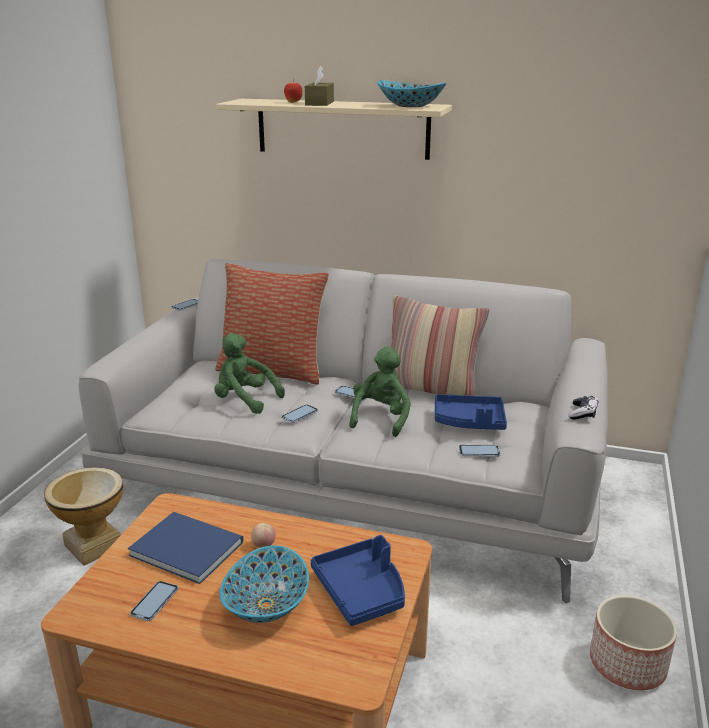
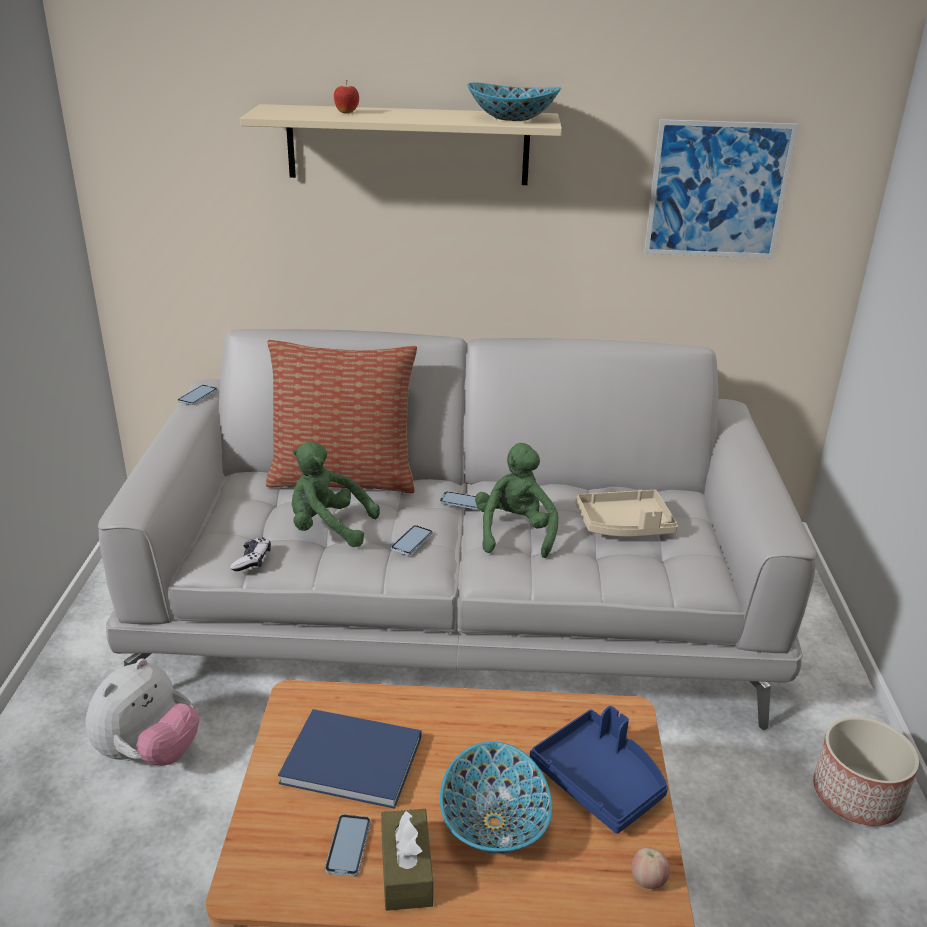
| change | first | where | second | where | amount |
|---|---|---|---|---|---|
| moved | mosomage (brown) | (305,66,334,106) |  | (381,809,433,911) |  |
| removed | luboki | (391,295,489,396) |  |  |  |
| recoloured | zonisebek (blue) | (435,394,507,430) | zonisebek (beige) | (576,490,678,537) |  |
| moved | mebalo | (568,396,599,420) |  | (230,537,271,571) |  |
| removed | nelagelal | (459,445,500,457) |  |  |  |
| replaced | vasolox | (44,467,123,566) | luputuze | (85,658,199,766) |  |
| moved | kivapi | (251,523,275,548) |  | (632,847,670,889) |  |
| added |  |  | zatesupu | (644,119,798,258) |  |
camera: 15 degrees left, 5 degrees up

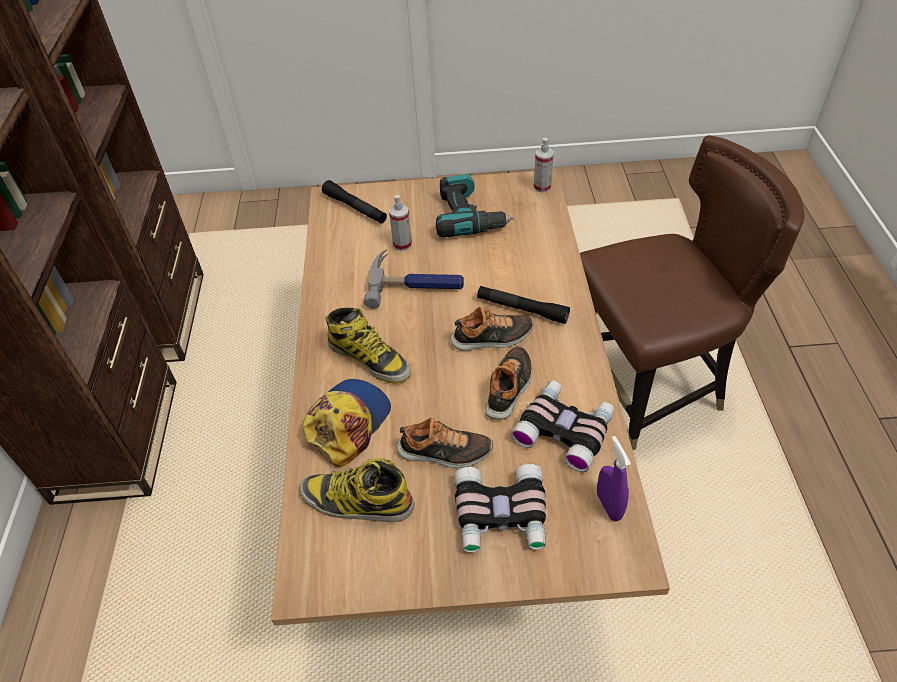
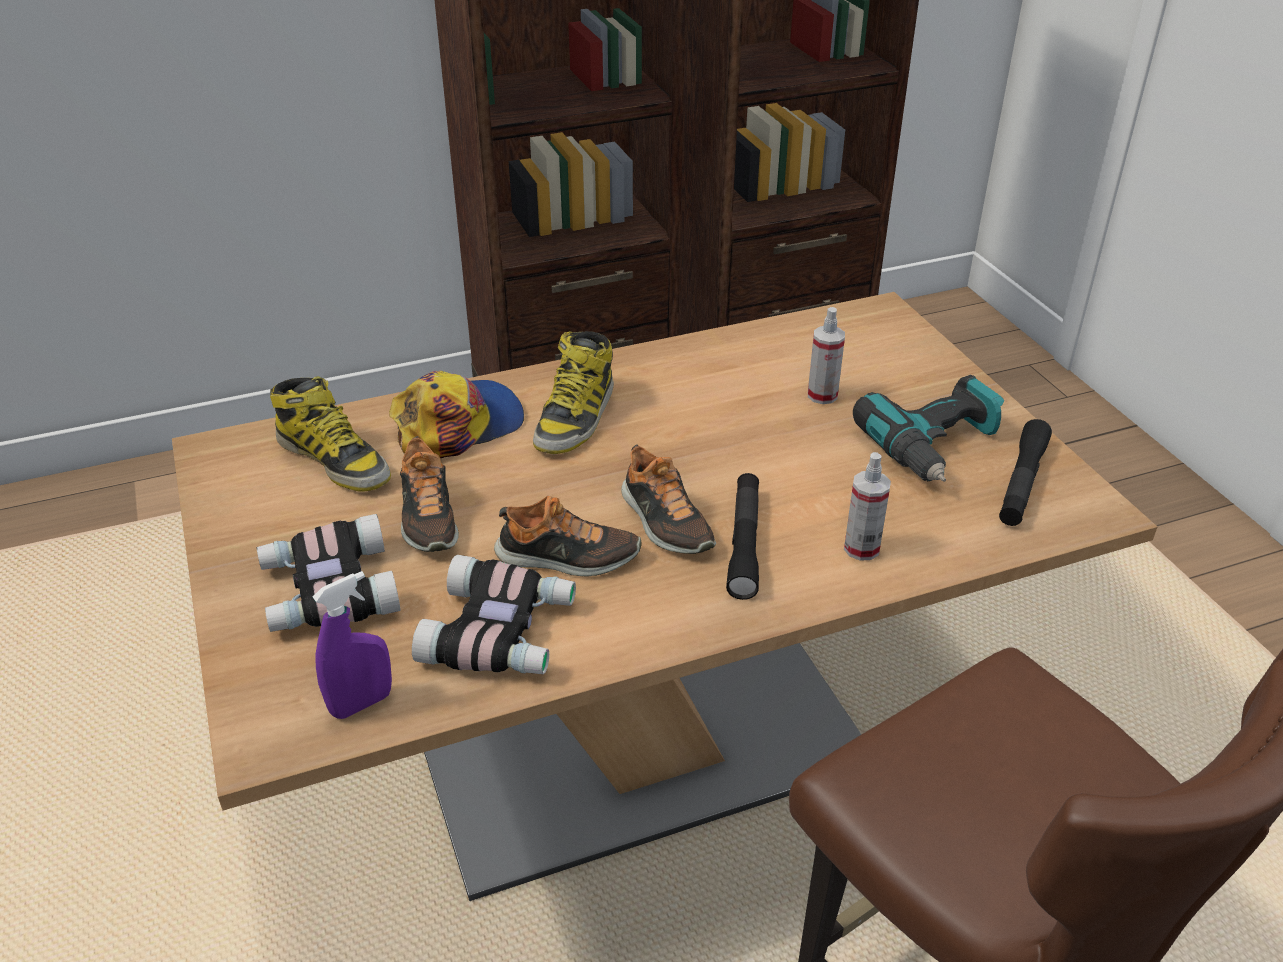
| change | first | where | second | where | amount |
|---|---|---|---|---|---|
| moved | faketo | (534,138,554,193) |  | (844,452,891,561) |  |
| moved | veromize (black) | (322,180,387,224) |  | (999,419,1052,526) |  |
| removed | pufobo | (364,249,464,309) |  |  |  |
| turned | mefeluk | (302,379,391,467) |  | (389,371,524,458) | 45 degrees counterclockwise |
| turned | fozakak | (299,458,414,522) |  | (270,376,391,491) | 135 degrees clockwise |
camera: 70 degrees right, 10 degrees down

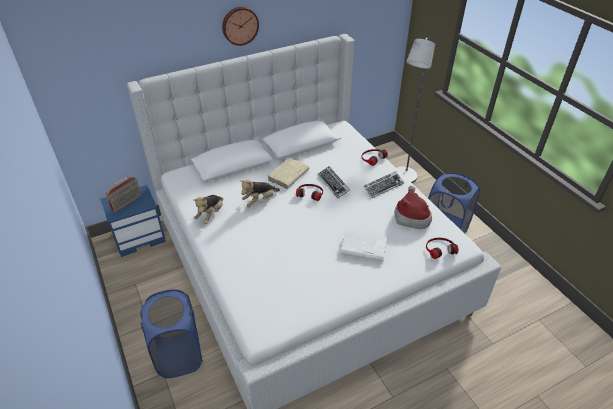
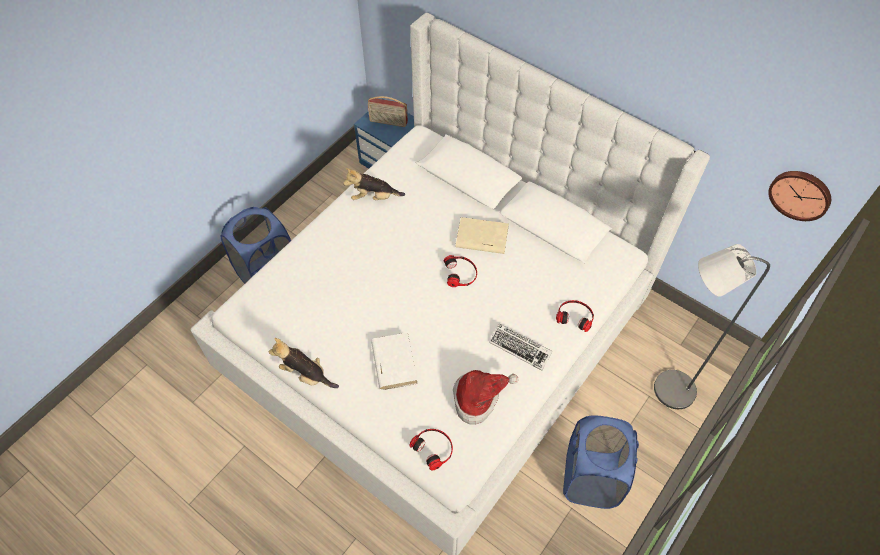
| change | first | where | second | where | amount |
|---|---|---|---|---|---|
| moved | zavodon | (222,7,259,46) |  | (768,171,831,221) |  |
| removed | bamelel | (317,166,350,199) |  |  |  |
| moved | luputuze | (240,180,280,207) |  | (269,338,339,388) |  |
camera: 65 degrees right, 15 degrees up

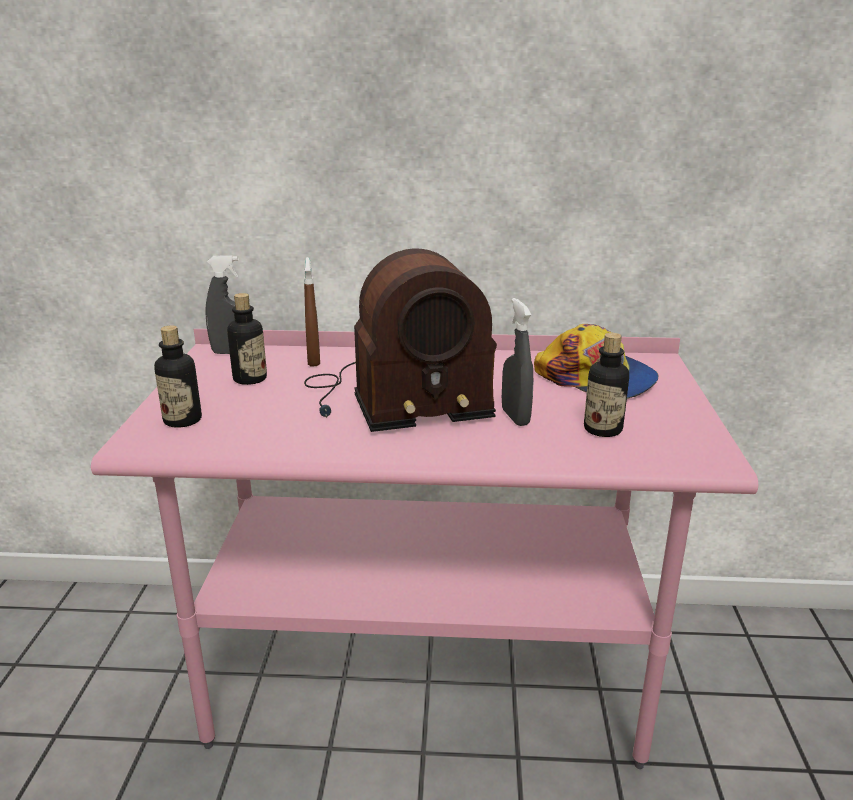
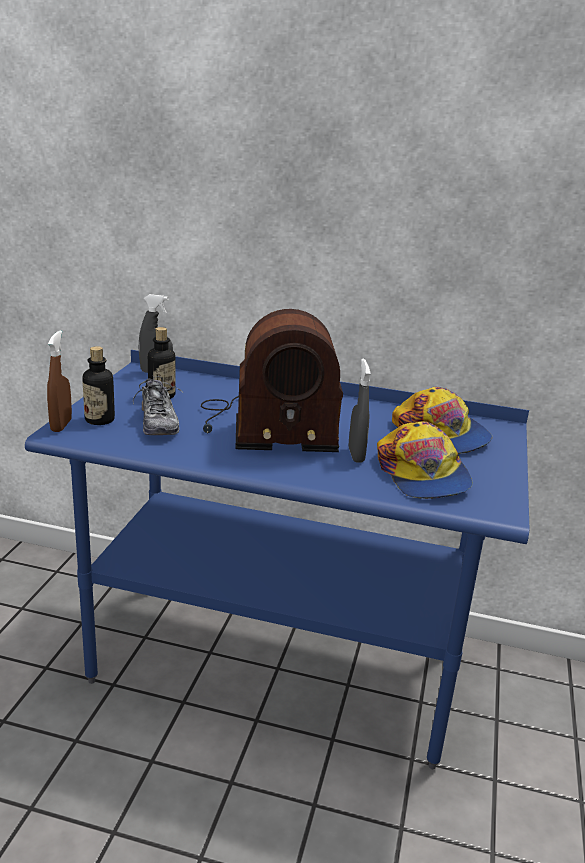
| change | first | where | second | where | amount |
|---|---|---|---|---|---|
| moved | faketo (brown) | (304,257,320,367) |  | (47,330,72,432) |  |
| recoloured | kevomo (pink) | (91,329,758,769) | kevomo (blue) | (25,350,529,769) |  |
| replaced | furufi | (584,333,629,437) | mefeluk | (377,421,473,499) |  |
| added |  |  | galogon | (133,376,183,435) |  |
camera: 10 degrees right, 0 degrees up

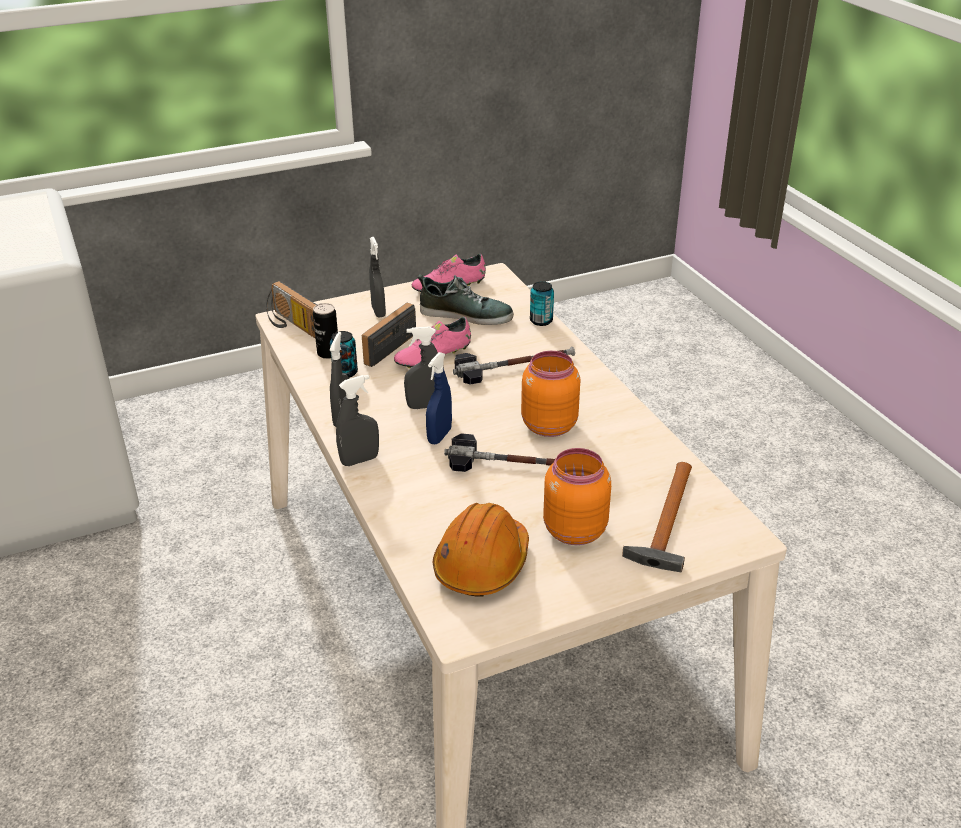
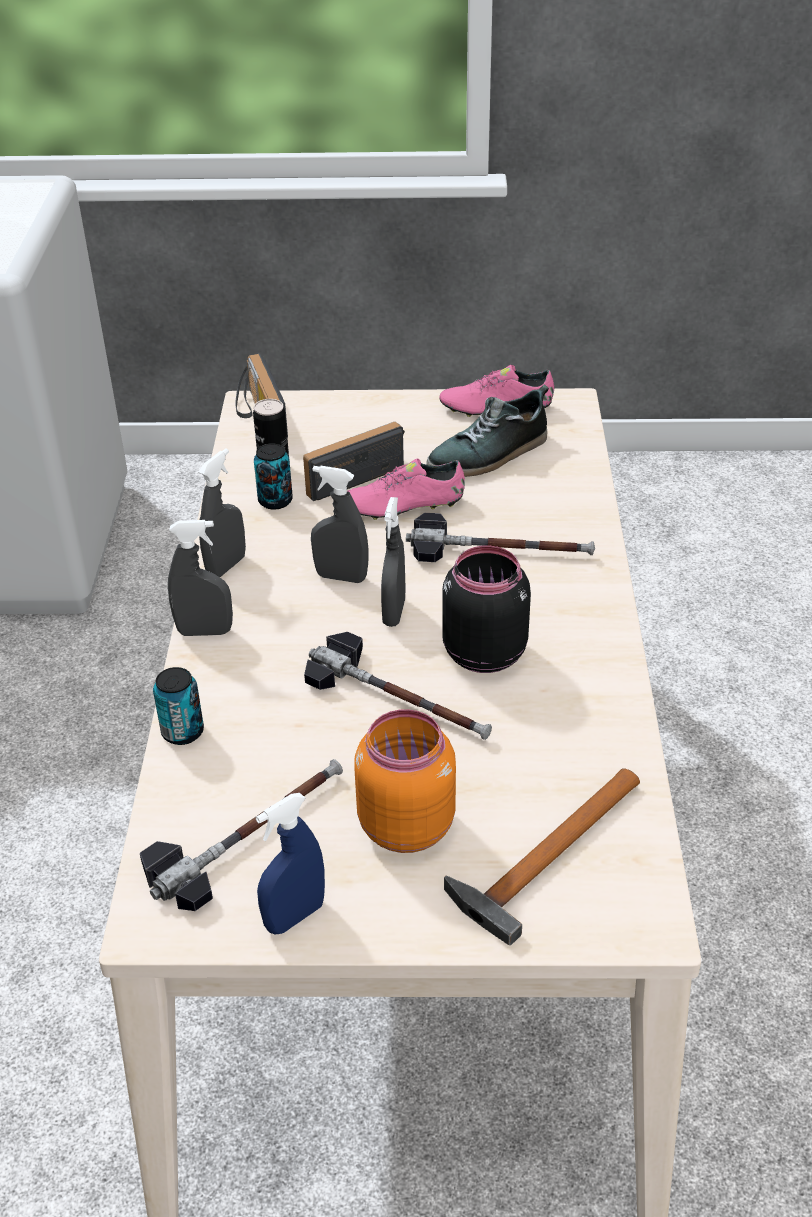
| change | first | where | second | where | amount |
|---|---|---|---|---|---|
| moved | faketo (grey) | (369,237,386,317) |  | (381,497,405,627) |  |
| turned | galogon | (417,274,514,325) |  | (426,385,549,477) | 105 degrees clockwise |
| moved | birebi | (530,281,554,326) |  | (153,667,204,745) |  |
| recoloured | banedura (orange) | (521,351,580,437) | banedura (black) | (443,546,531,673) |  |
| moved | faketo (blue) | (426,352,452,444) |  | (256,793,325,935) |  |
| replaced | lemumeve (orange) | (433,503,529,597) | pufobo | (140,759,343,911) |  |
camera: 25 degrees right, 5 degrees up

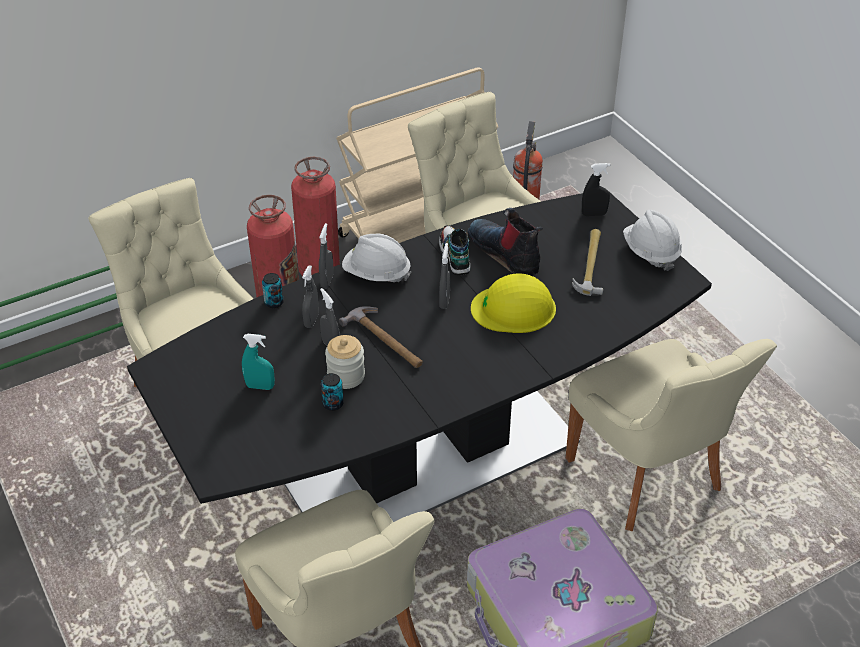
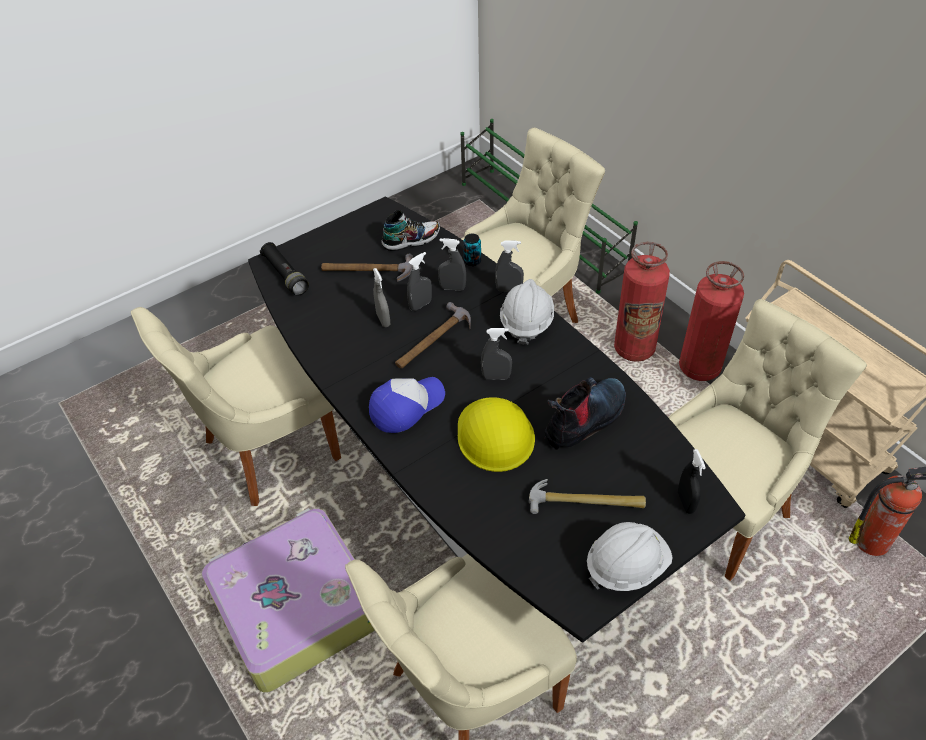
| change | first | where | second | where | amount |
|---|---|---|---|---|---|
| moved | galogon | (439,225,470,275) |  | (381,210,440,251) |  |
| replaced | faketo (turquoise) | (242,334,275,390) | pufobo | (321,254,413,282) |  |
| replaced | banedura | (325,335,365,389) | faketo (grey) | (373,268,390,327) |  |
| removed | birebi | (321,373,344,411) |  |  |  |
| added |  |  | veromize (black) | (260,242,309,296) |  |
| added |  |  | mefeluk | (369,377,445,433) |  |
camera: 85 degrees right, 5 degrees up

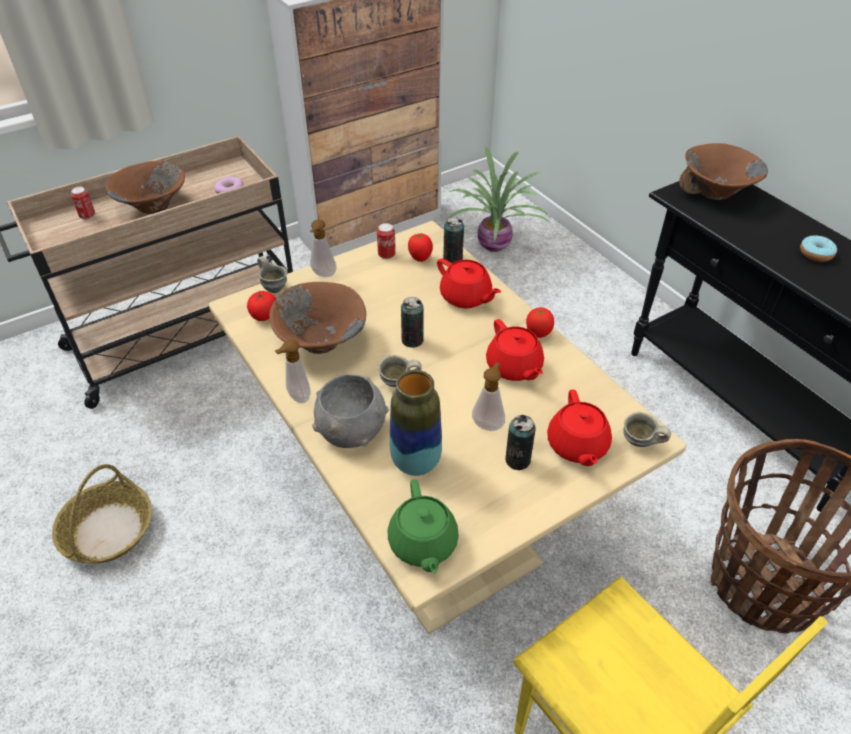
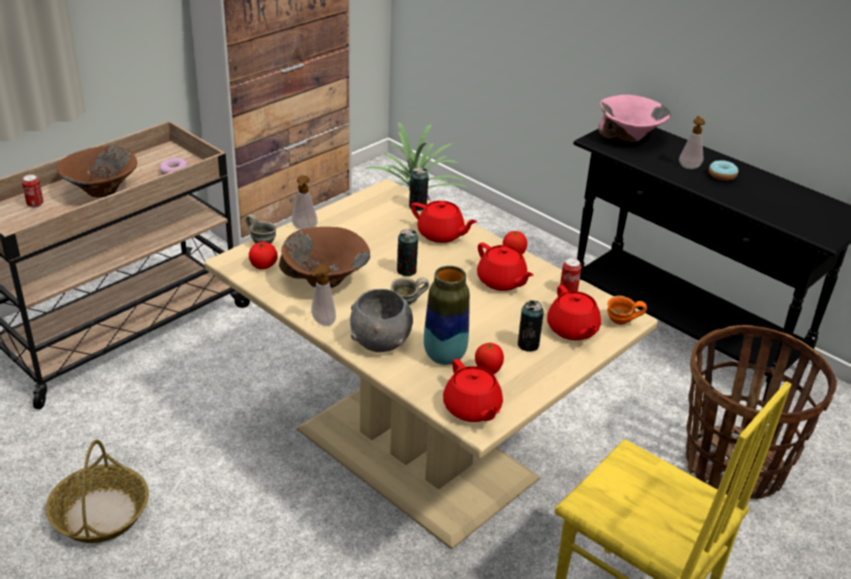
| change | first | where | second | where | amount |
|---|---|---|---|---|---|
| recoloured | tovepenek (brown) | (679,143,768,200) | tovepenek (pink) | (598,95,671,142) |  |
| moved | birebi | (377,223,396,259) |  | (560,258,582,291) |  |
| moved | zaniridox | (408,233,433,262) |  | (475,343,504,374) |  |
| moved | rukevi | (472,362,505,431) |  | (679,116,705,169) |  |
| recoloured | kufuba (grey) | (623,412,671,447) | kufuba (orange) | (607,296,647,325) |  |
| recoloured | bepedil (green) | (388,480,459,573) | bepedil (red) | (443,359,503,422) |  |
camera: 15 degrees left, 10 degrees down

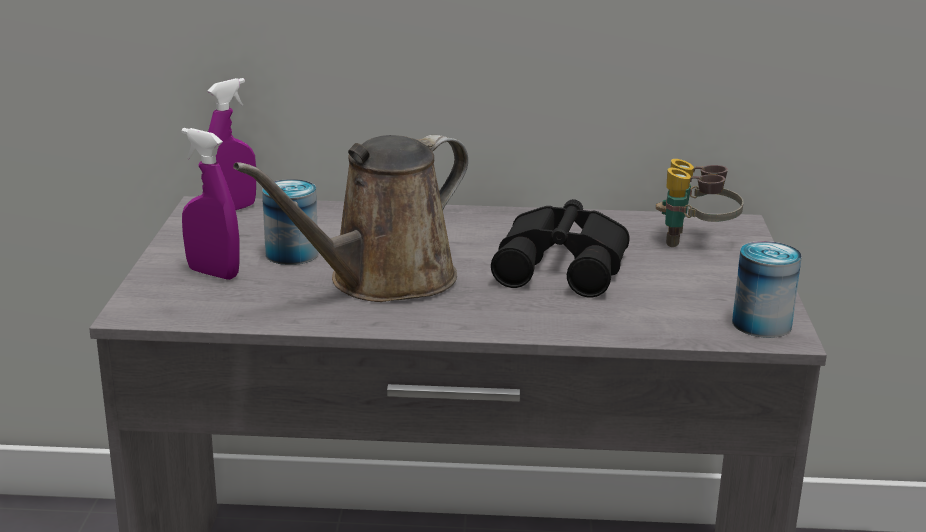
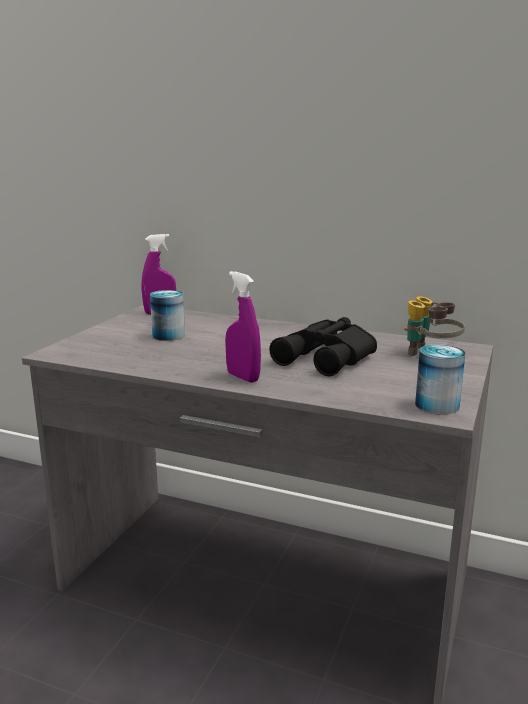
| change | first | where | second | where | amount |
|---|---|---|---|---|---|
| moved | faketo (purple) | (181,128,240,280) |  | (225,271,261,383) |  |
| removed | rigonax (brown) | (233,135,468,302) |  |  |  |
camera: 20 degrees right, 5 degrees down

